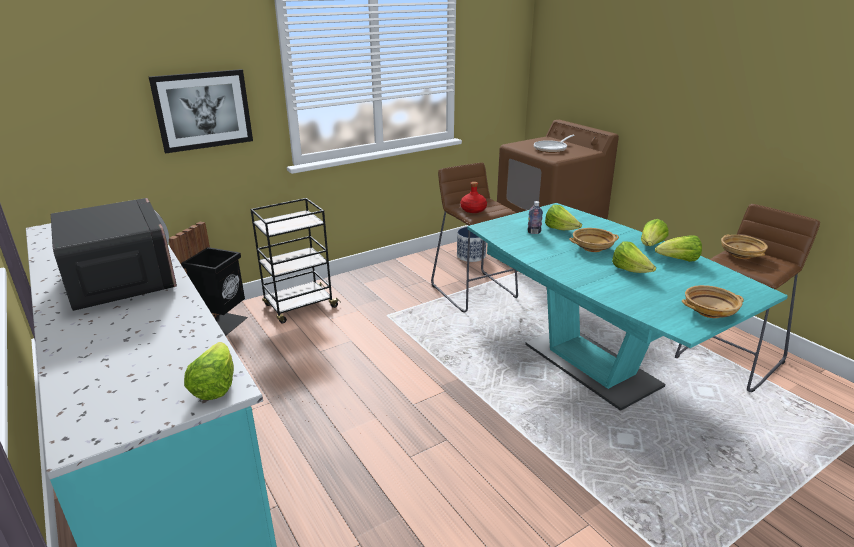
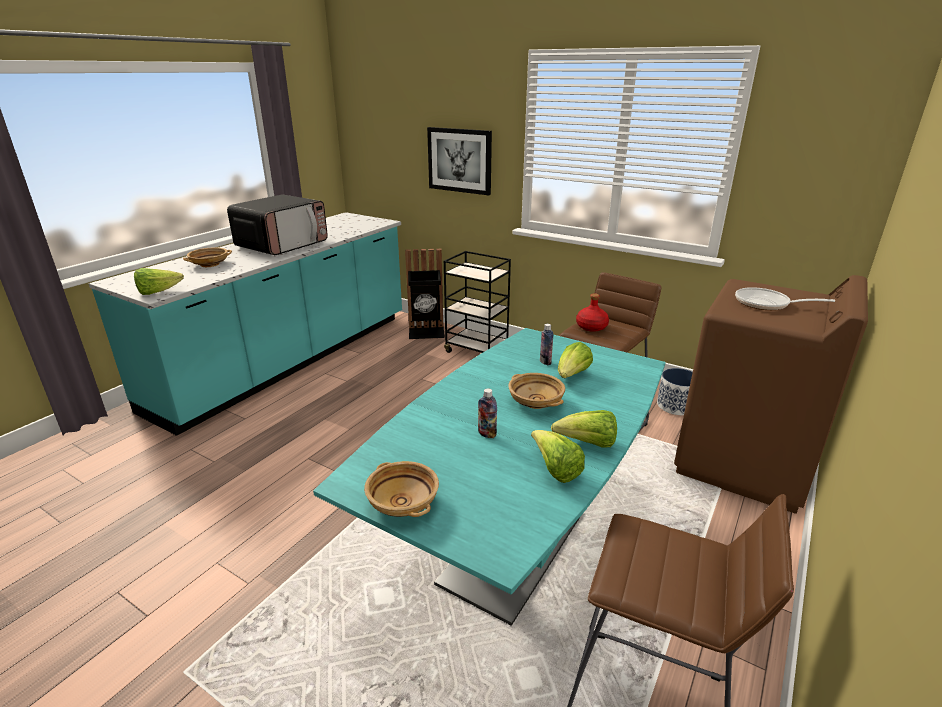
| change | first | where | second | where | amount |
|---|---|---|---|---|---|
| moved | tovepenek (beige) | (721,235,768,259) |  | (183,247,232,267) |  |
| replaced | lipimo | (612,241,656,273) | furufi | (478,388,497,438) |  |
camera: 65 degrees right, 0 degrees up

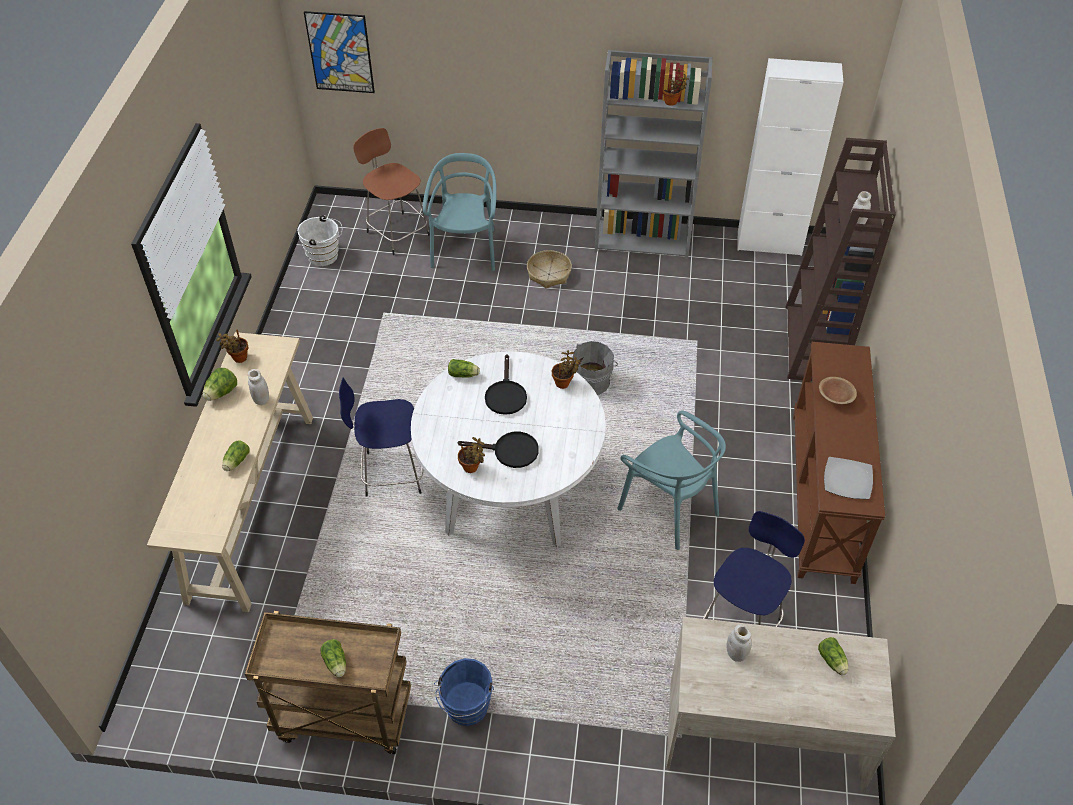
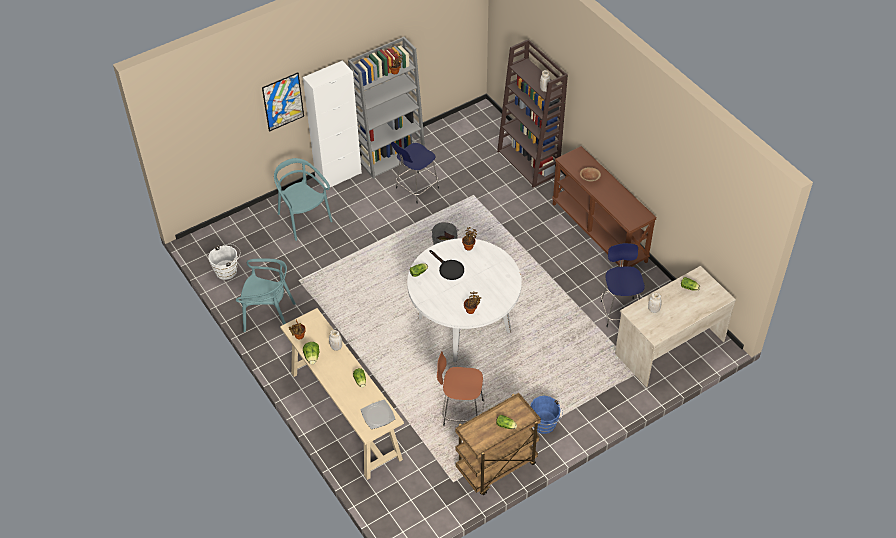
| change | first | where | second | where | amount |
|---|---|---|---|---|---|
| moved | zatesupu | (304,11,375,93) |  | (262,72,304,132) |  |
| moved | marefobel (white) | (737,58,843,256) |  | (303,60,362,188) |  |
| moved | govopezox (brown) | (353,128,430,255) |  | (437,351,485,426) |  |
| removed | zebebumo | (527,250,572,288) |  |  |  |
| moved | govopezox (blue) | (339,378,423,497) |  | (391,142,439,204) |  |
| moved | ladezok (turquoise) | (617,411,726,550) |  | (236,258,296,332) |  |
| removed | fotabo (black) | (457,432,539,468) |  |  |  |
| moved | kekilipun | (824,457,873,499) |  | (361,400,395,429) |  |
camera: 40 degrees left, 0 degrees up

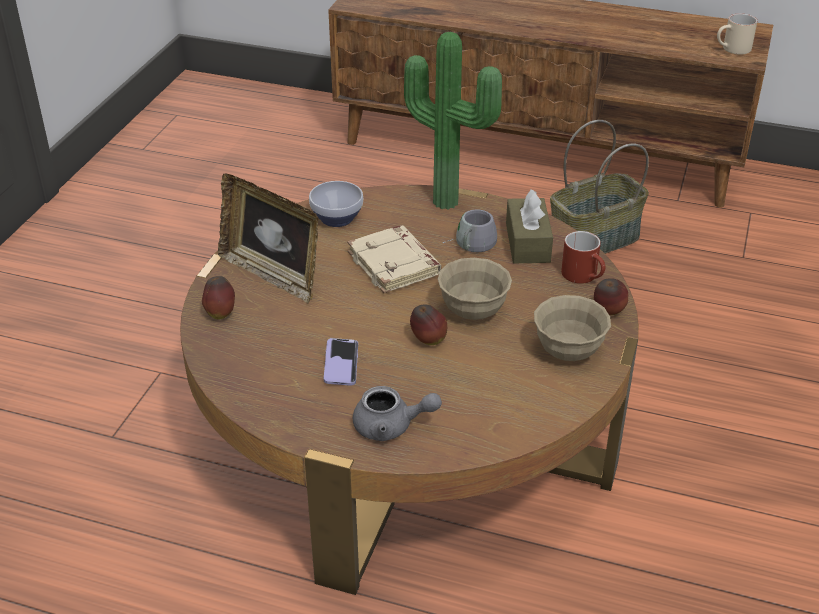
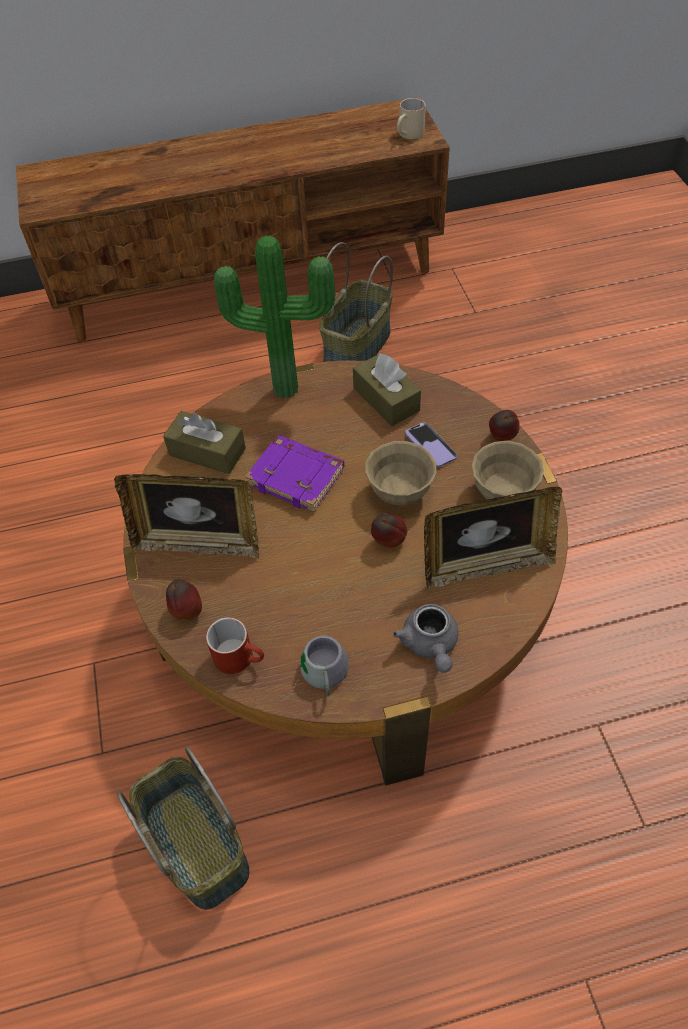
| change | first | where | second | where | amount |
|---|---|---|---|---|---|
| replaced | tovepenek | (309,181,363,227) | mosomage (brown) | (163,411,246,474) |  |
| moved | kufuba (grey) | (442,209,497,252) |  | (291,636,349,696) |  |
| recoloured | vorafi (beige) | (347,225,441,293) | vorafi (purple) | (245,435,344,513) |  |
| moved | kufuba (red) | (561,231,605,284) |  | (206,617,264,674) |  |
| moved | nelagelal | (323,338,358,386) |  | (405,422,457,467) |  |
| turned | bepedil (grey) | (353,386,442,441) |  | (393,604,459,673) | 105 degrees clockwise |
| added |  |  | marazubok | (424,487,562,589) |  |
| added |  |  | zebebumo | (117,747,250,910) |  |
camera: 30 degrees left, 15 degrees up

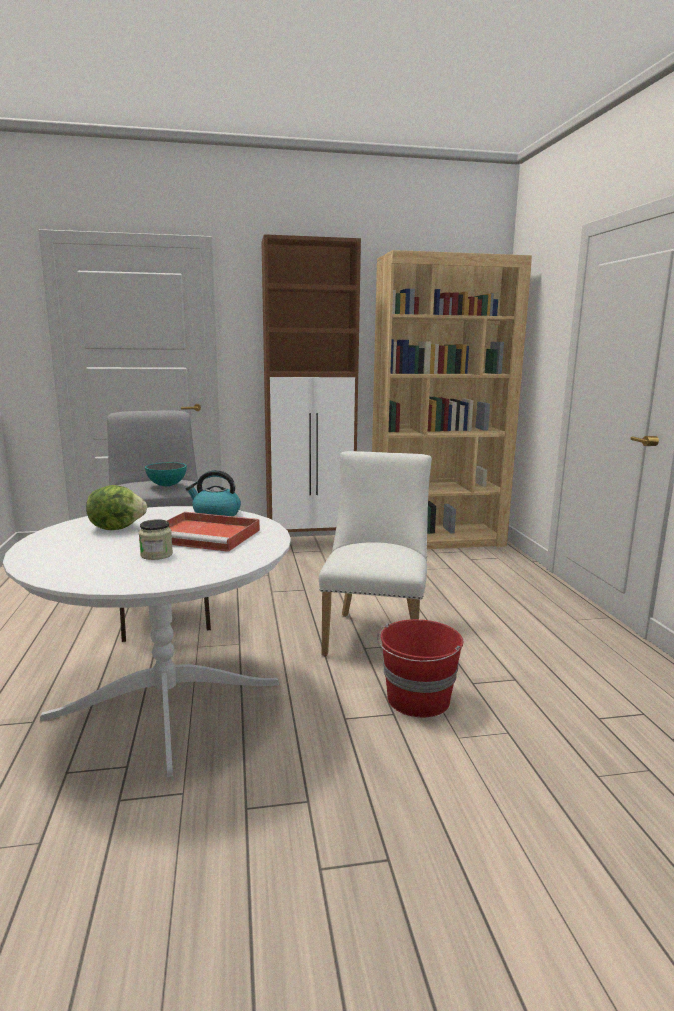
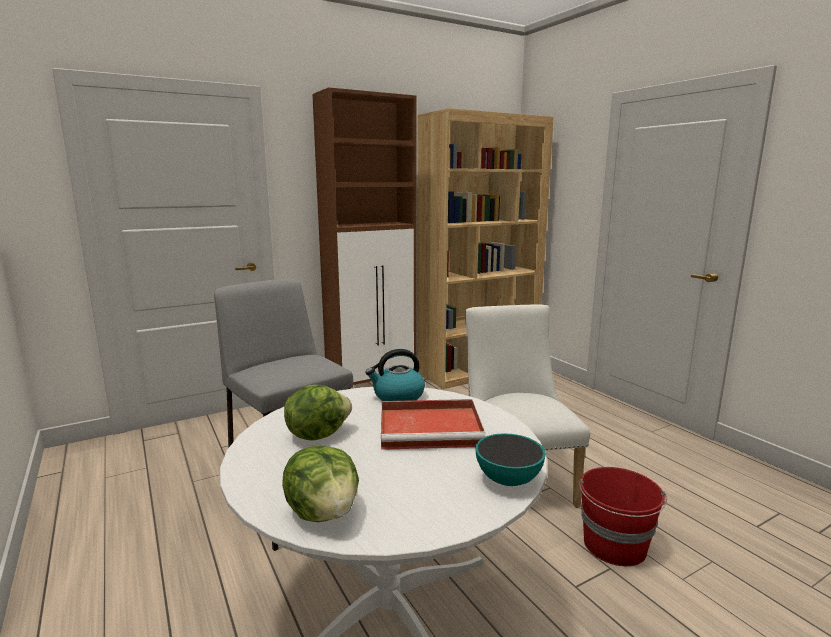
| change | first | where | second | where | amount |
|---|---|---|---|---|---|
| moved | tovepenek | (145,462,187,486) |  | (476,433,546,486) |  |
| removed | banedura | (139,519,173,560) |  |  |  |
| added |  |  | lipimo | (282,446,359,522) |  |
camera: 20 degrees left, 0 degrees up

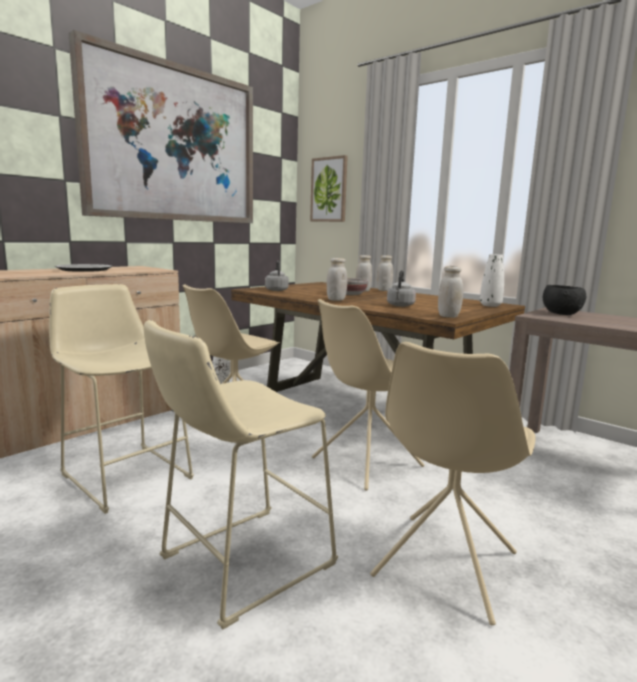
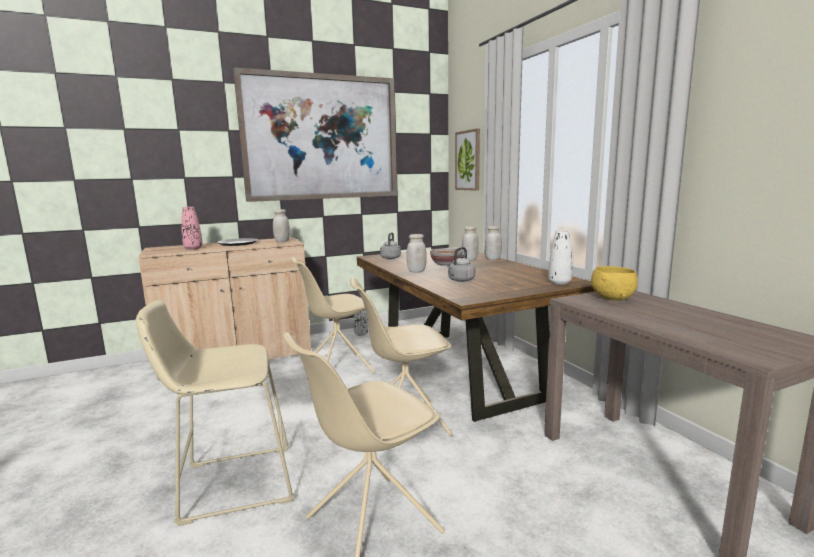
| change | first | where | second | where | amount |
|---|---|---|---|---|---|
| moved | banedura (white) | (438,266,463,318) |  | (273,209,290,243) |  |
| removed | govopezox (beige) | (49,284,194,514) |  |  |  |
| recoloured | tovepenek (black) | (543,285,586,315) | tovepenek (yellow) | (591,266,638,301) |  |
| added |  |  | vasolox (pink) | (181,207,203,250) |  |
camera: 25 degrees right, 0 degrees up

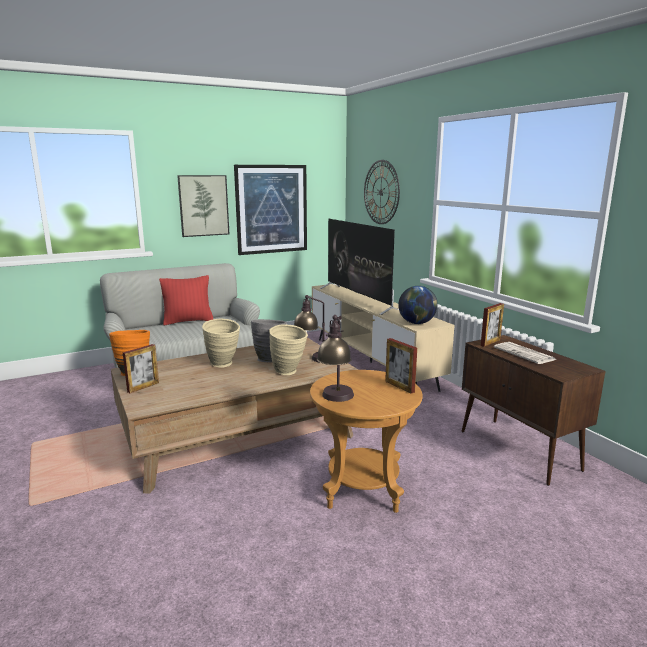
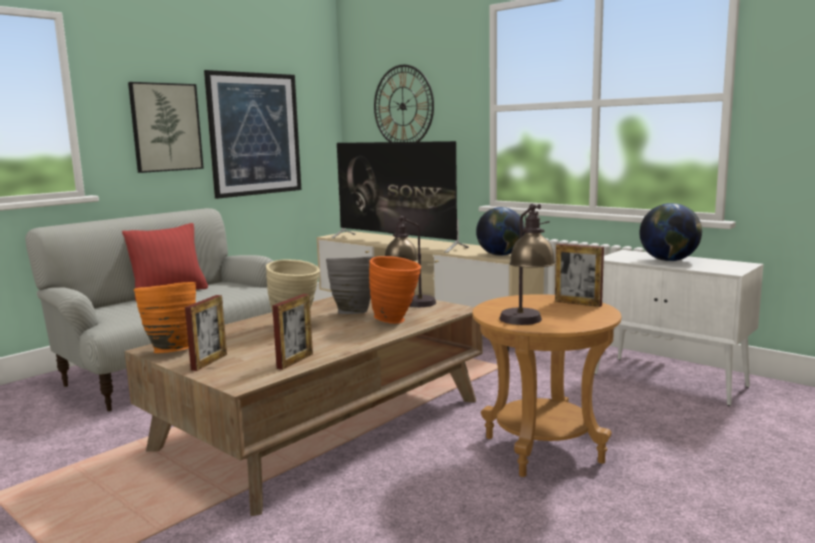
| change | first | where | second | where | amount |
|---|---|---|---|---|---|
| moved | marazubok | (481,303,504,347) |  | (272,294,313,370) |  |
| recoloured | vasolox (beige) | (269,324,308,375) | vasolox (orange) | (369,256,421,324) |  |
| recoloured | marefobel (brown) | (462,335,606,486) | marefobel (white) | (594,250,764,406) |  |
| replaced | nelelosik | (494,342,557,364) | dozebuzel | (639,203,702,261) |  |
camera: 20 degrees left, 5 degrees down

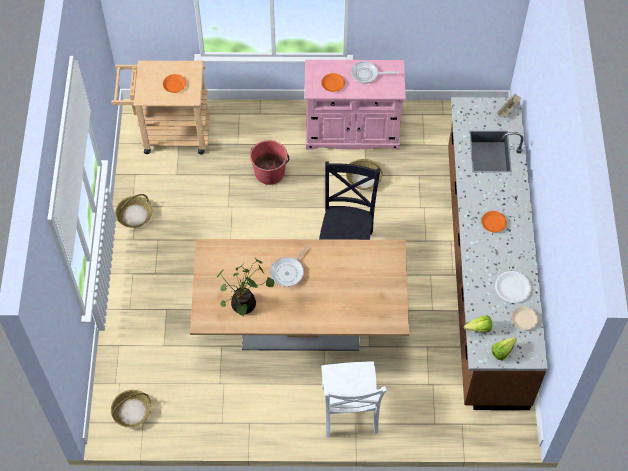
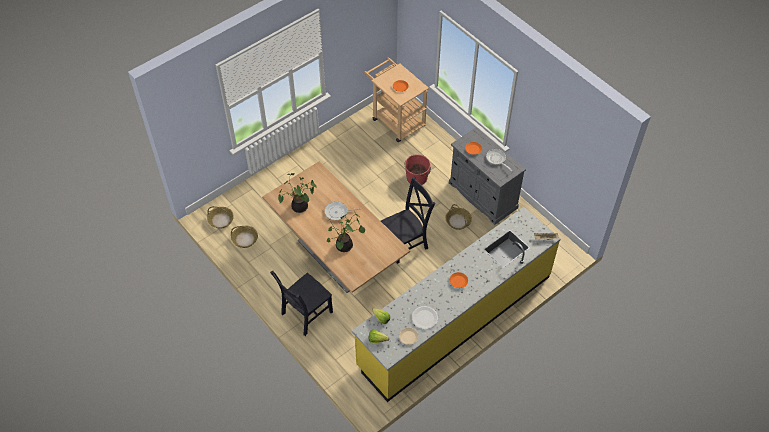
| change | first | where | second | where | amount |
|---|---|---|---|---|---|
| recoloured | marefobel (pink) | (305,60,406,150) | marefobel (grey) | (449,127,526,225) |  |
| recoloured | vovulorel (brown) | (448,97,548,410) | vovulorel (yellow) | (352,207,561,402) |  |
| moved | zebebumo | (115,194,152,228) |  | (231,226,258,248) |  |
| recoloured | ladezok (white) | (321,361,387,437) | ladezok (black) | (270,271,333,336) |  |
| added |  |  | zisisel | (327,211,365,252) |  |
camera: 50 degrees right, 5 degrees down

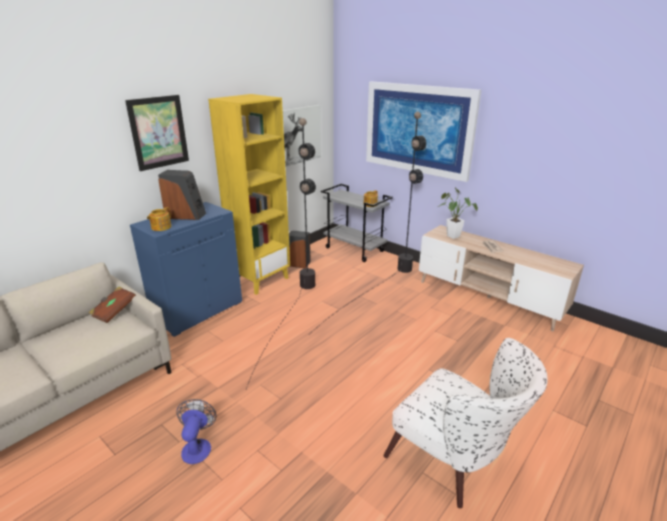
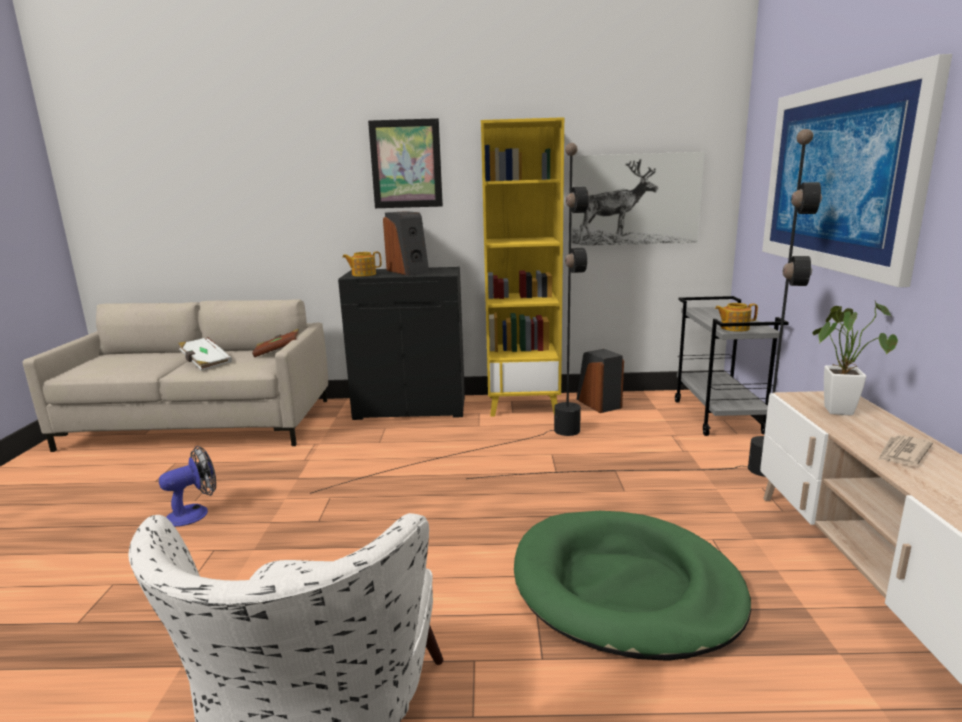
| change | first | where | second | where | amount |
|---|---|---|---|---|---|
| recoloured | marefobel (blue) | (130,202,242,337) | marefobel (black) | (338,267,465,420) |  |
| added |  |  | vorafi (white) | (178,337,232,371) |  |
| added |  |  | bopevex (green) | (514,511,751,661) |  |
camera: 50 degrees right, 10 degrees down

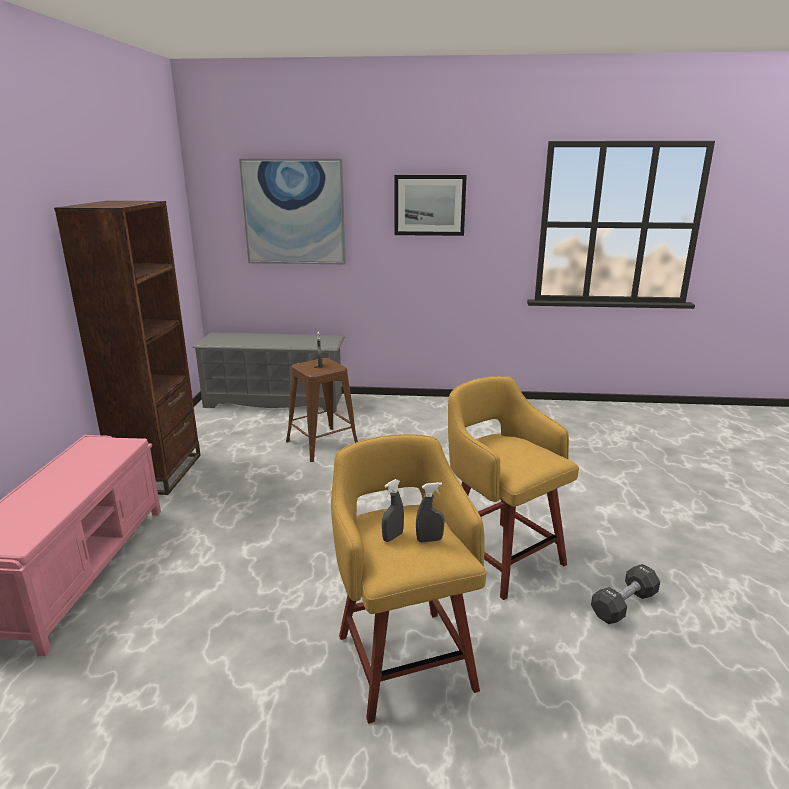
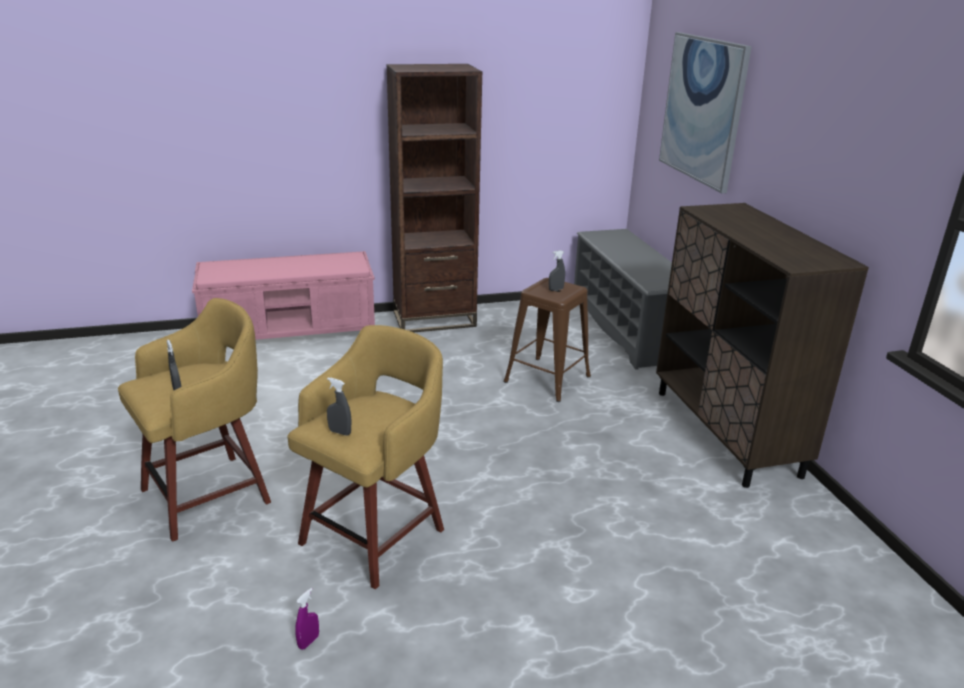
| change | first | where | second | where | amount |
|---|---|---|---|---|---|
| removed | zatesupu | (394,175,467,236) |  |  |  |
| moved | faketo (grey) | (382,479,404,542) |  | (327,377,352,436) |  |
| replaced | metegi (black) | (591,564,660,624) | faketo (purple) | (295,588,319,650) |  |
| added |  |  | marefobel (brown) | (656,203,869,488) |  |
camera: 70 degrees right, 5 degrees up

